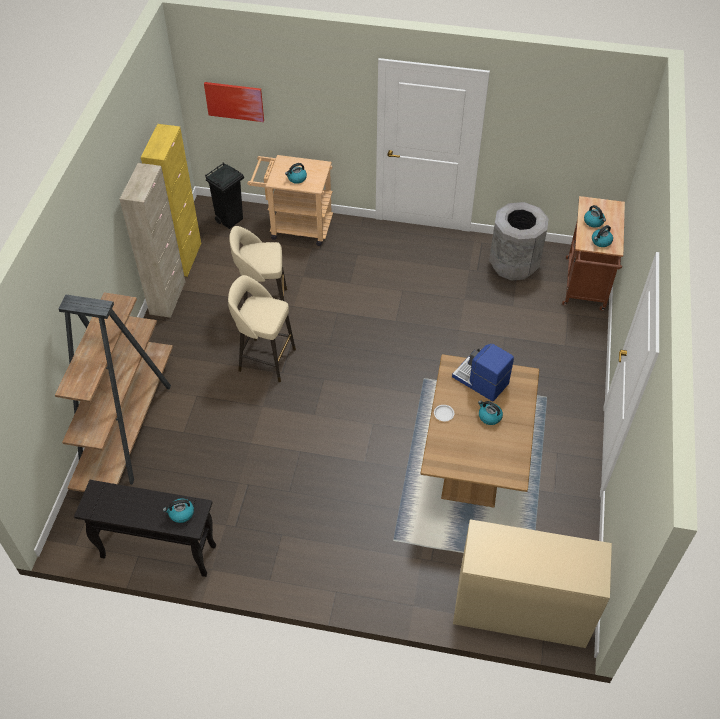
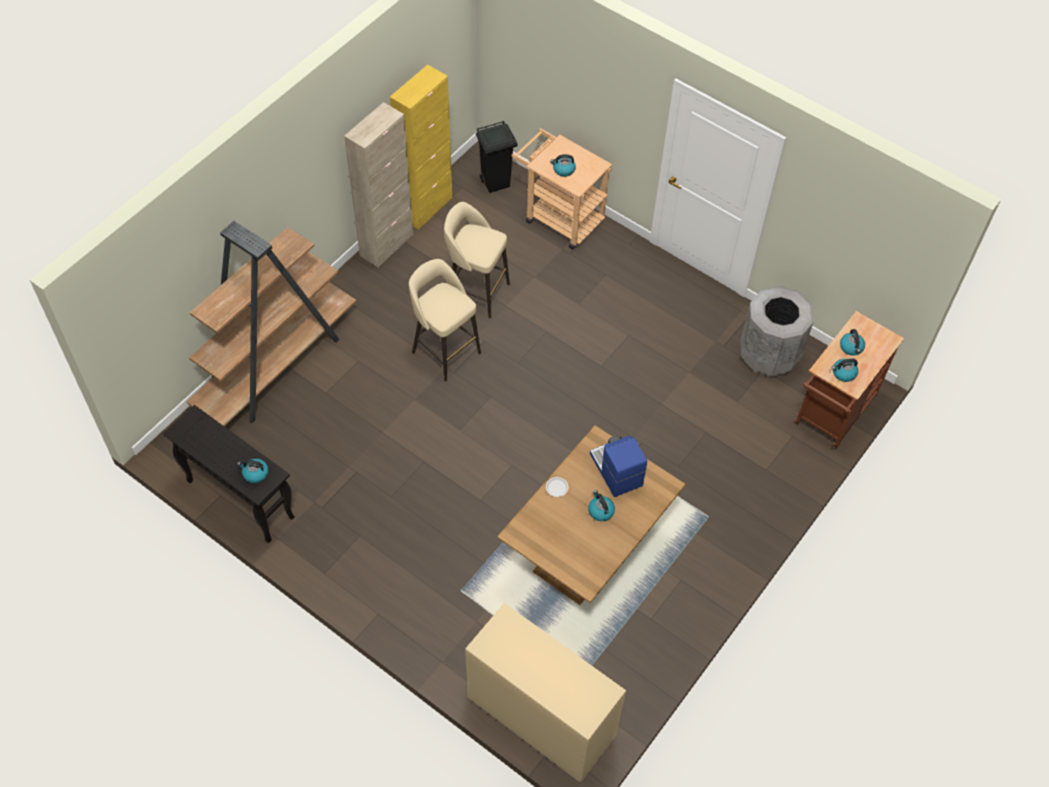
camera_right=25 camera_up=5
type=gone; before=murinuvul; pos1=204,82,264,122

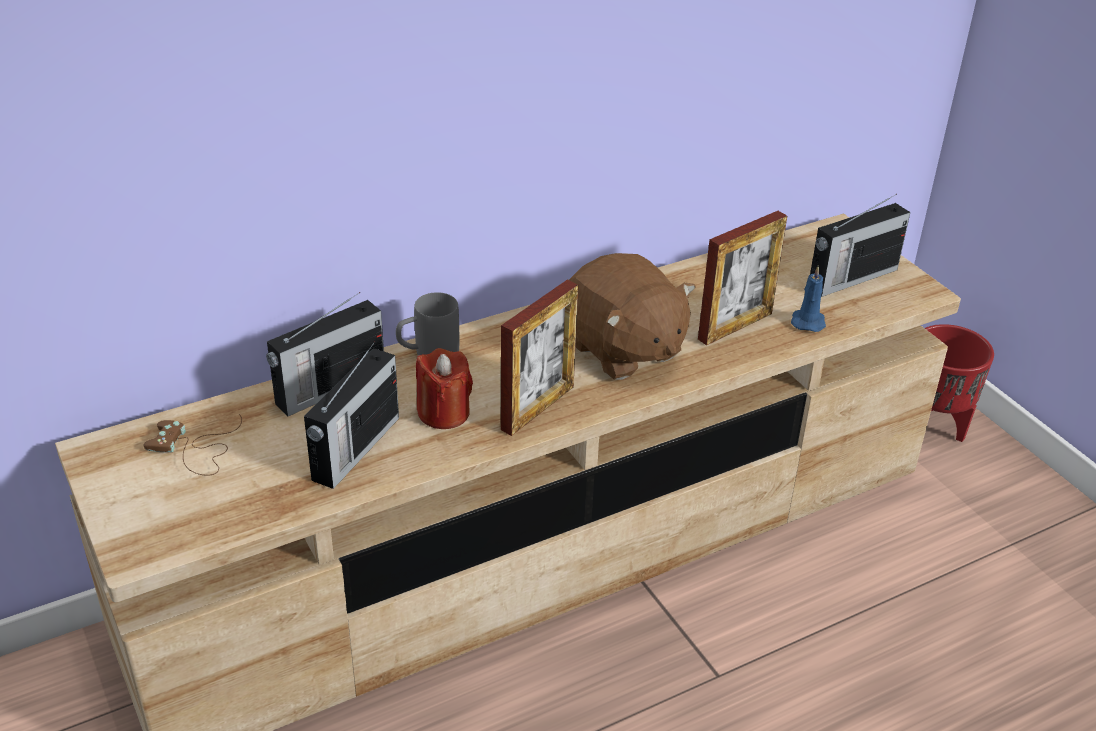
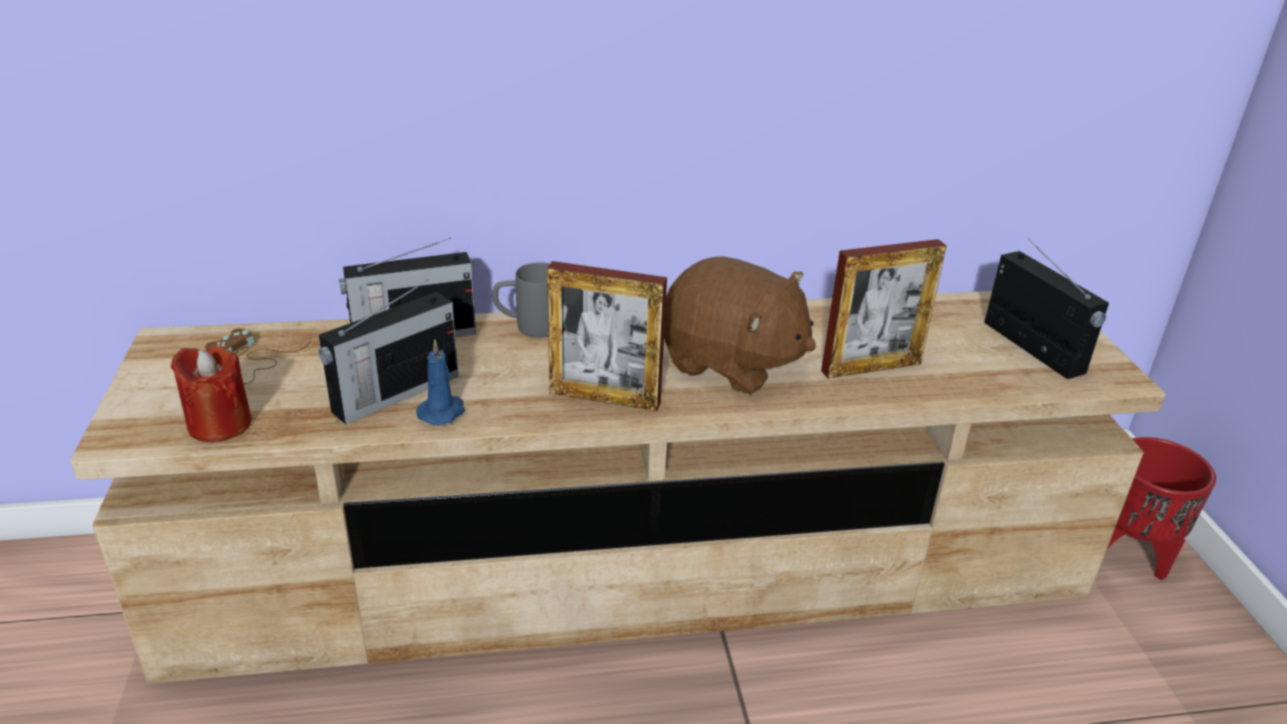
camera_right=20 camera_up=-5
type=shifted; before=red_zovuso; pos1=416,348,473,429; pos2=171,346,252,442
type=shifted; before=blue_zovuso; pos1=791,265,826,332; pos2=416,340,465,426
type=rotated; before=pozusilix; pos1=501,280,578,436; pos2=547,261,667,411; turn=45
type=rotated; before=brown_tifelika; pos1=569,253,696,380; pos2=664,256,816,394; turn=-45
type=rotated; before=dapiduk; pos1=810,194,910,297; pos2=984,238,1109,379; turn=-105

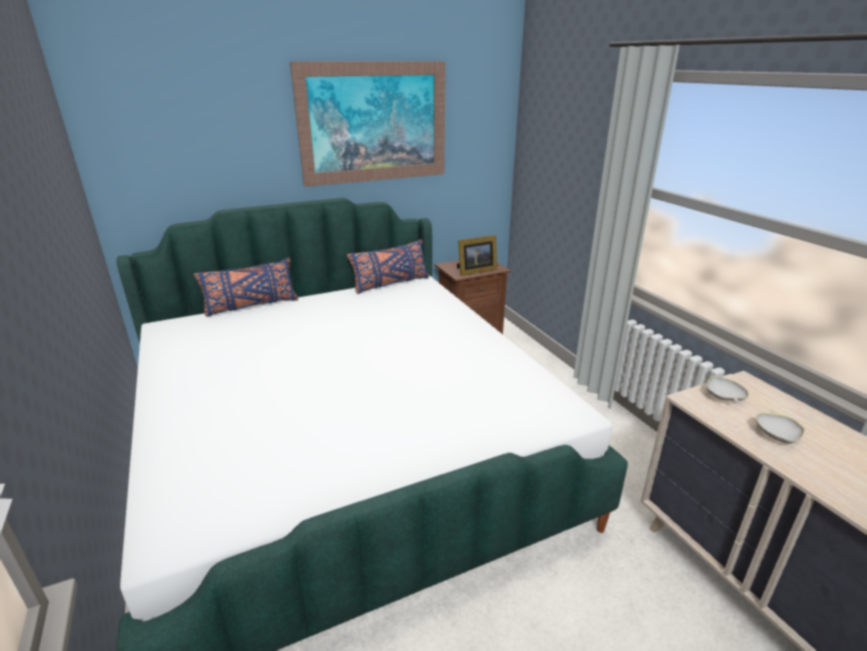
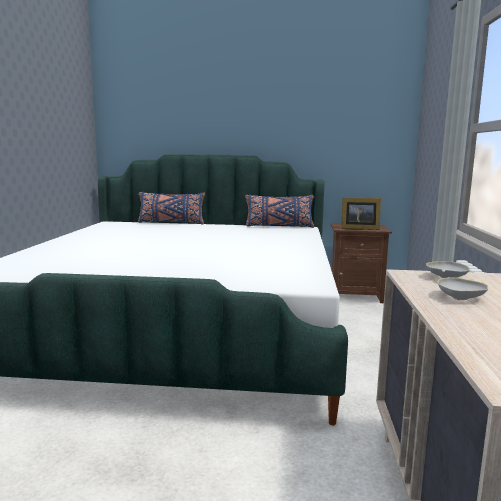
camera_right=30 camera_up=-15
type=gone; before=murinuvul; pos1=290,61,445,187

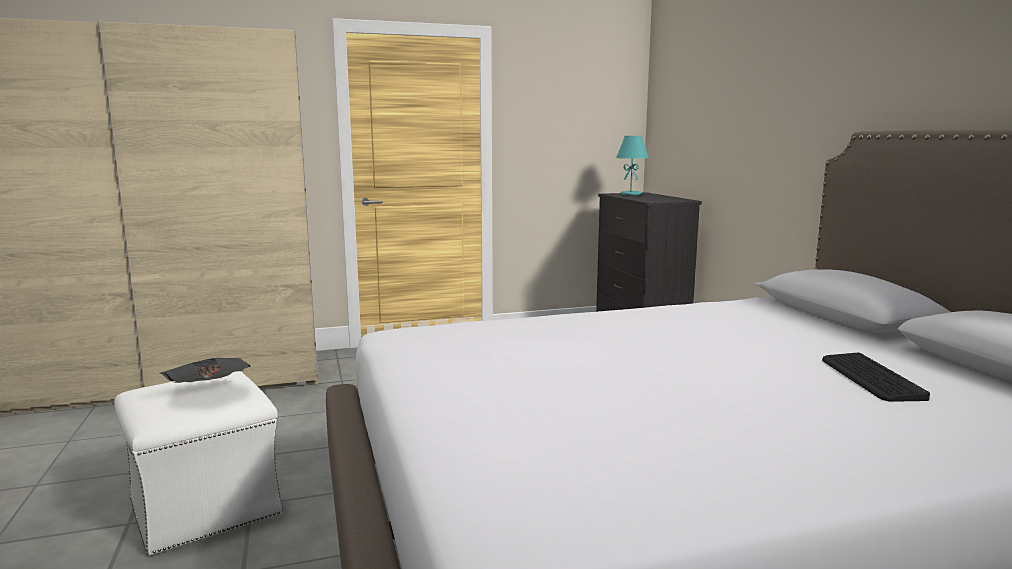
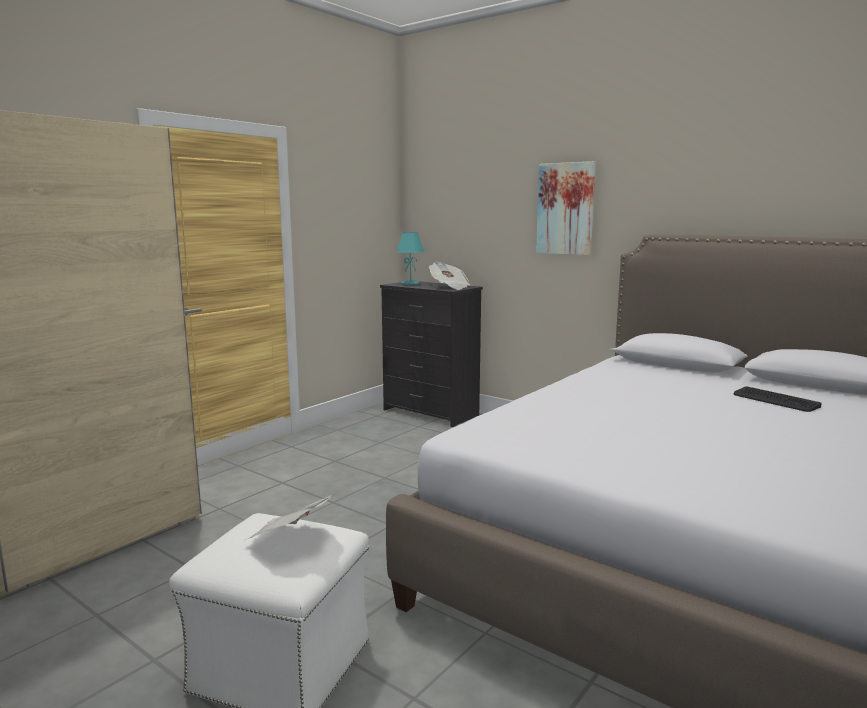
camera_right=-35 camera_up=0
type=new; after=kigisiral; pos2=429,262,471,290
type=new; after=murinuvul; pos2=536,161,596,255

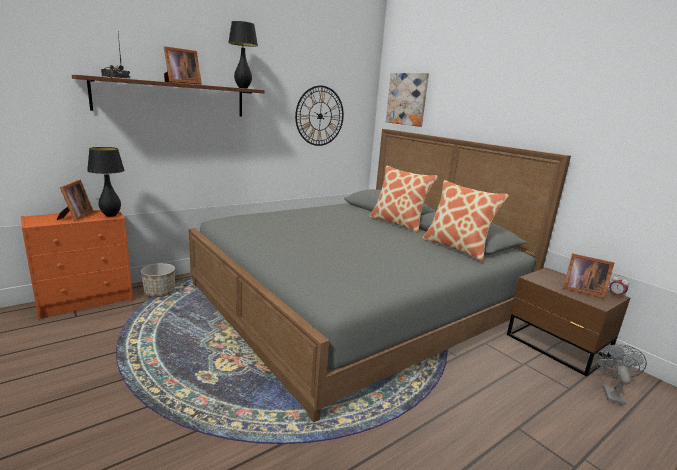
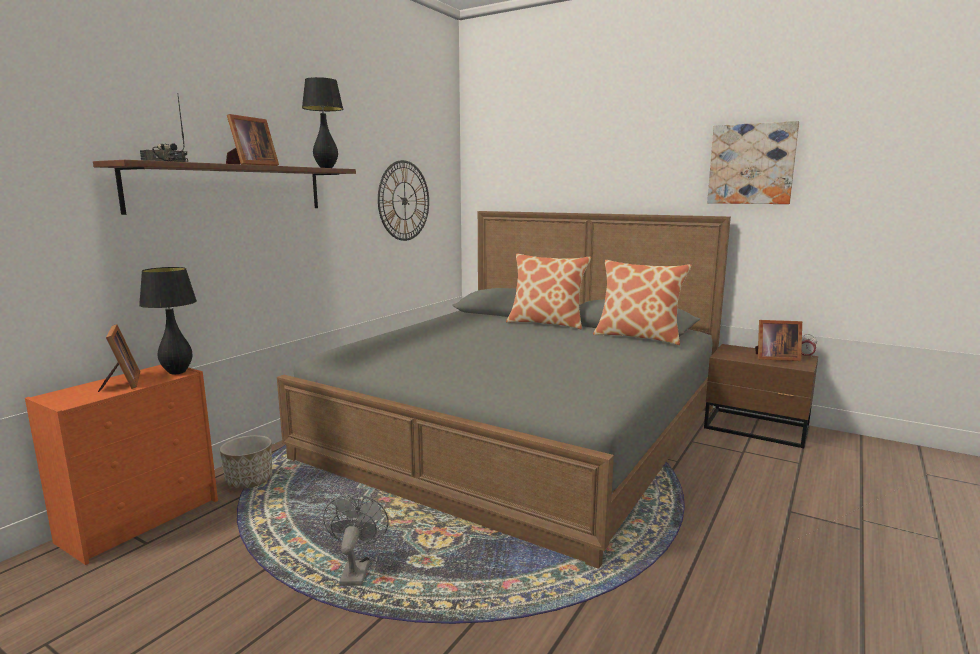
camera_right=-20 camera_up=-5
type=shifted; before=murinuvul; pos1=386,73,429,127; pos2=707,121,799,204
type=shifted; before=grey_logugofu; pos1=595,344,647,406; pos2=323,494,389,586

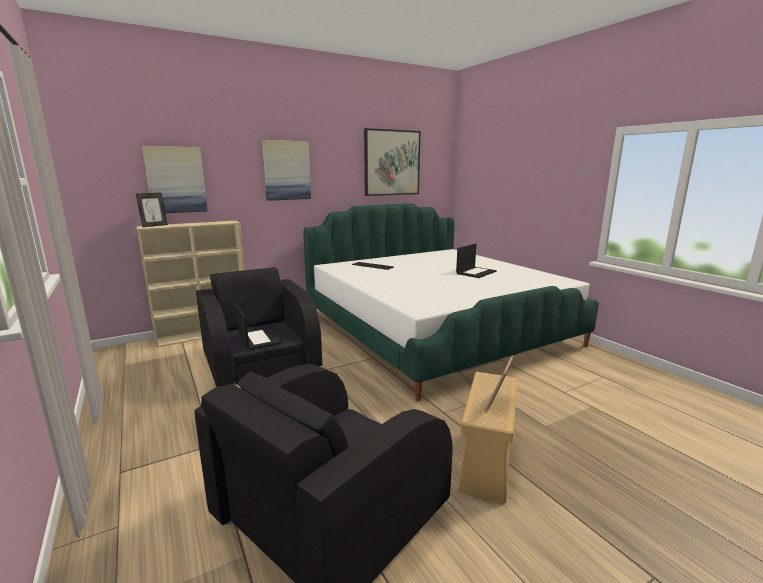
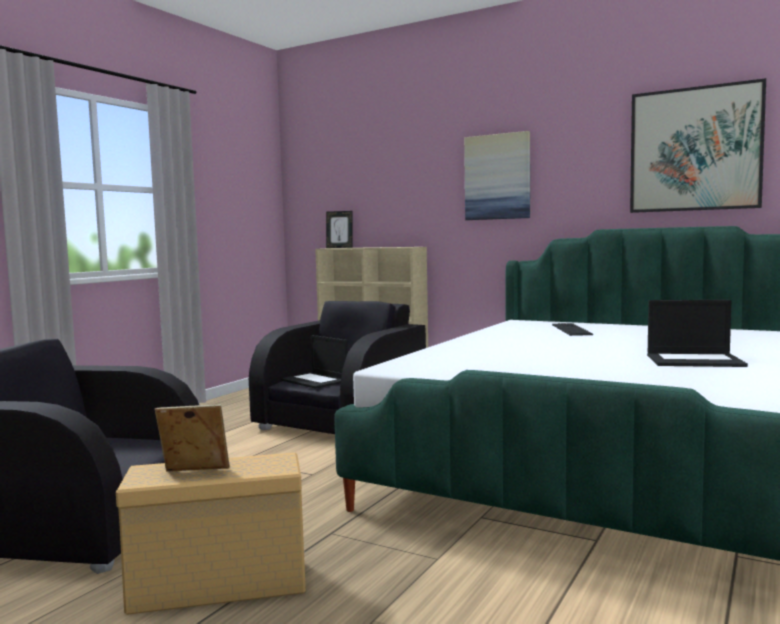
camera_right=60 camera_up=-10
type=gone; before=murinuvul; pos1=142,146,208,213
type=rotated; before=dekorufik; pos1=235,304,282,350; pos2=280,335,348,389; turn=105

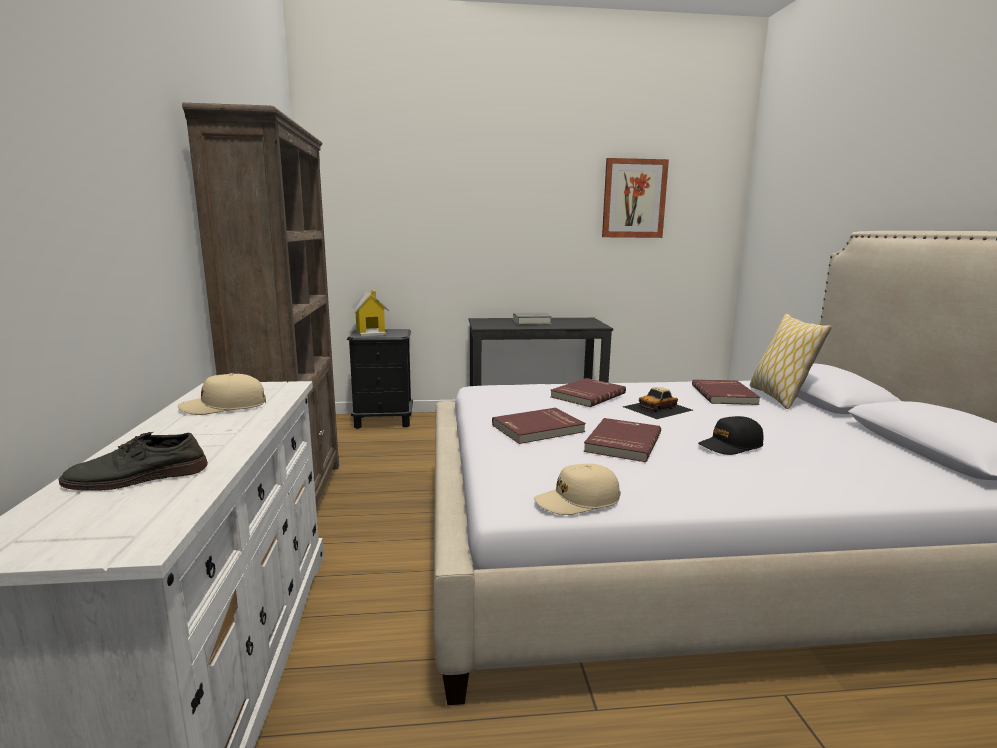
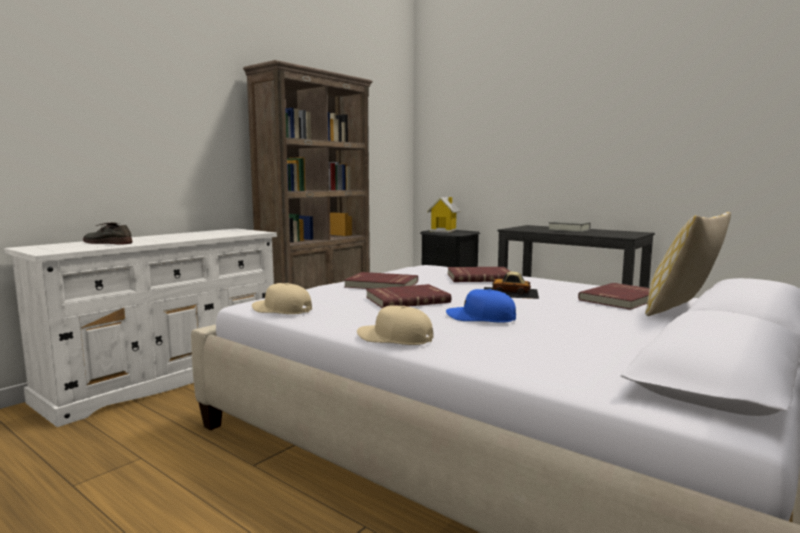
camera_right=45 camera_up=-5
type=gone; before=murinuvul; pos1=602,158,669,238
type=shifted; before=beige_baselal; pos1=178,373,266,415; pos2=357,305,434,345
type=repainted; before=black_baselal; after=blue_baselal; pos1=698,416,764,455; pos2=446,289,516,323

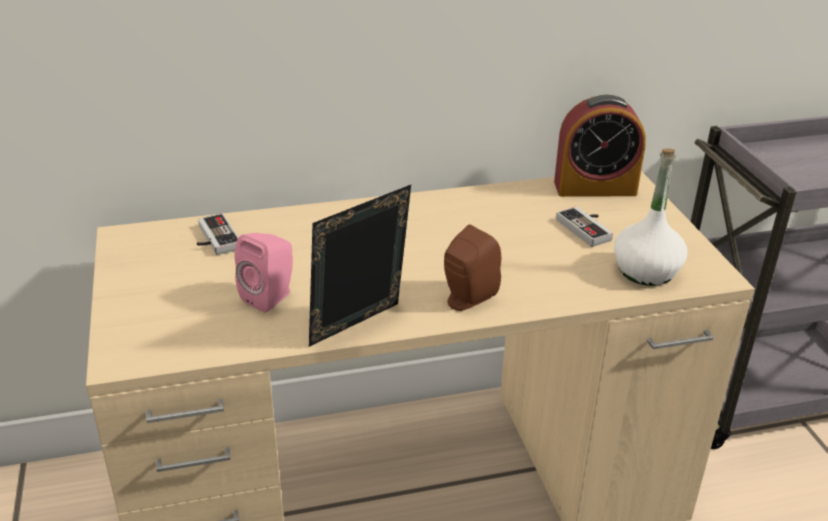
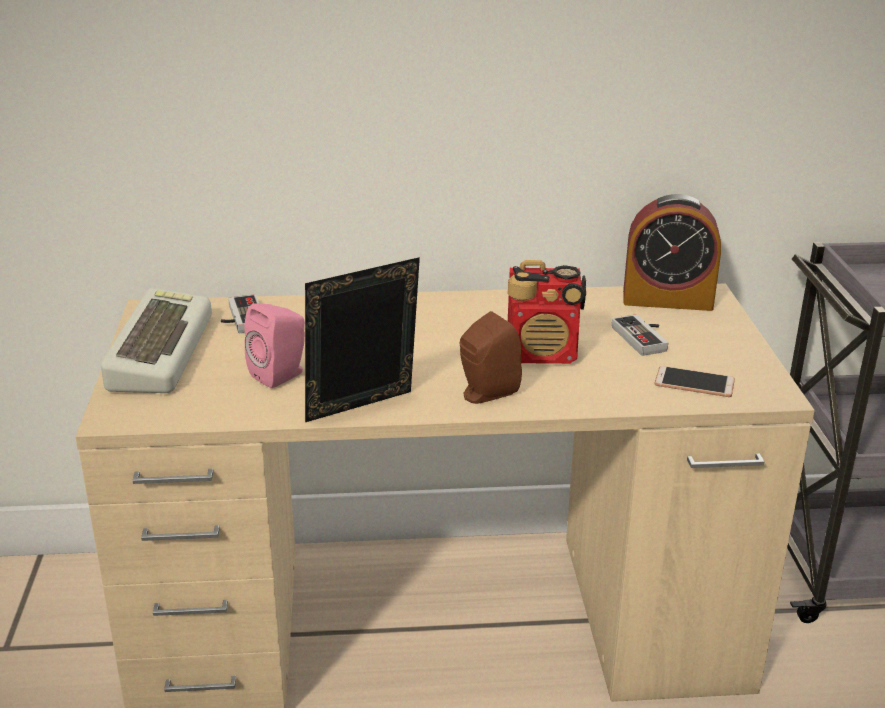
camera_right=10 camera_up=-5
type=new; after=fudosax; pos2=101,288,212,393
type=new; after=dapiduk; pos2=508,260,586,364
type=swapped; before=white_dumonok; after=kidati; pos1=614,148,687,286; pos2=654,366,735,397

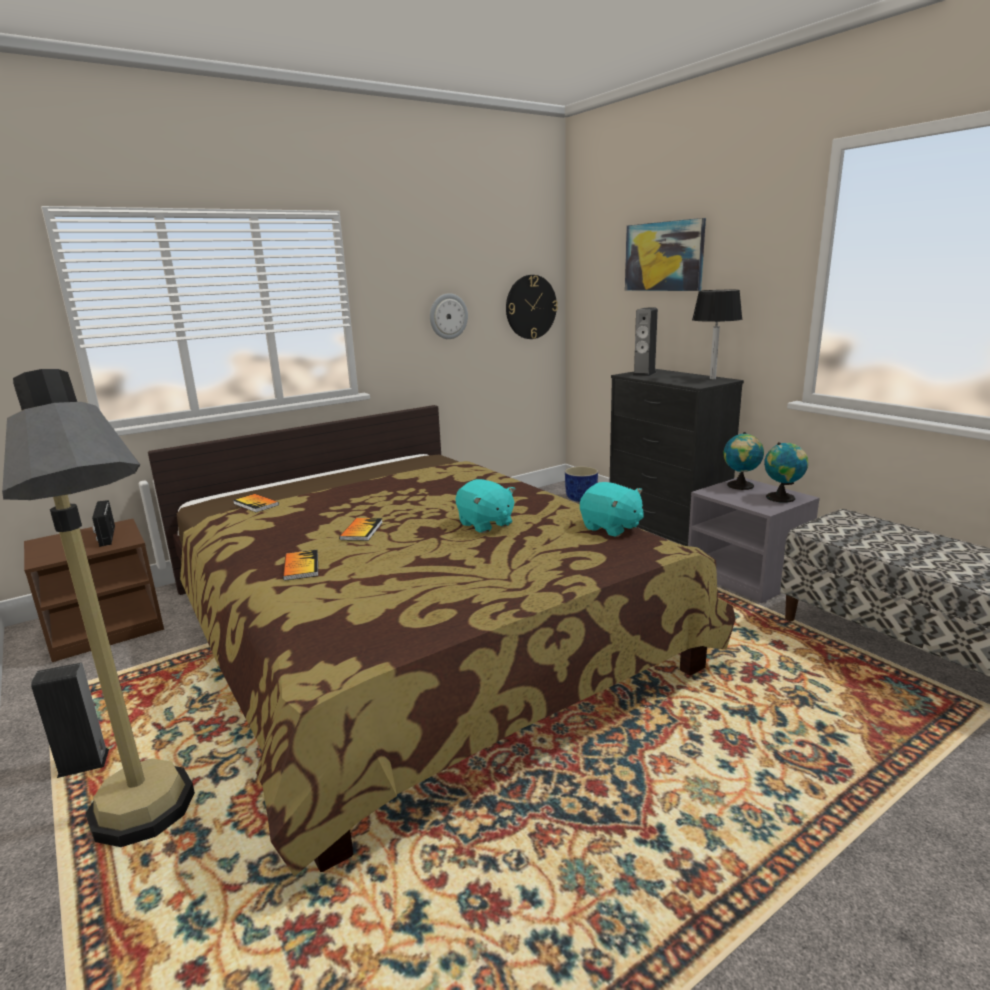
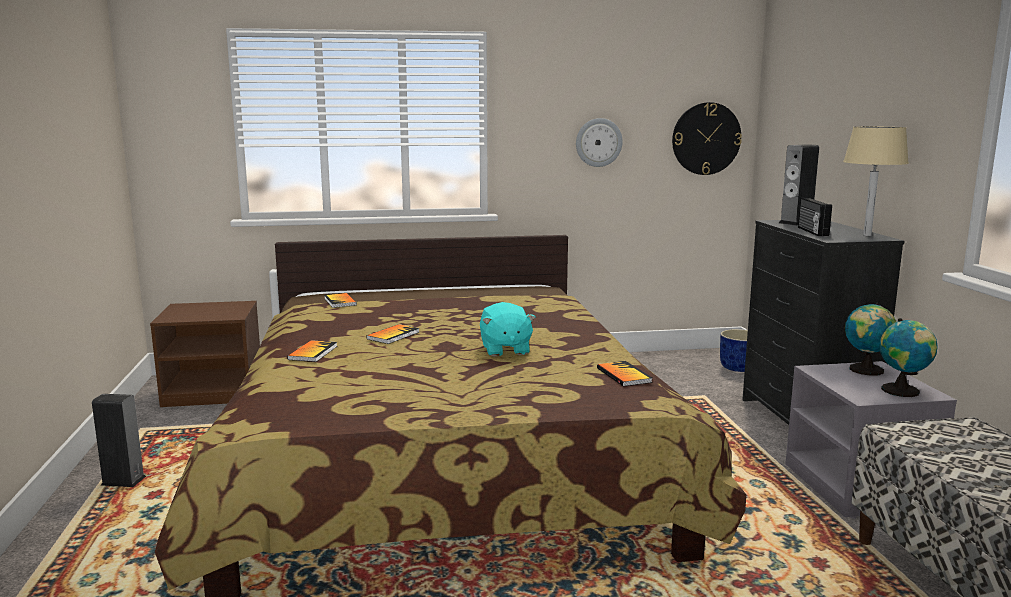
camera_right=25 camera_up=-5
type=gone; before=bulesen; pos1=2,369,195,847
type=gone; before=murinuvul; pos1=625,218,706,291
type=shifted; before=dapiduk; pos1=92,500,115,547; pos2=798,198,832,236
type=swapped; before=turquoise_tifelika; after=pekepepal; pos1=580,482,644,537; pos2=597,361,652,387
type=repainted; before=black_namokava; after=beige_namokava; pos1=692,290,742,379; pos2=843,127,909,236

